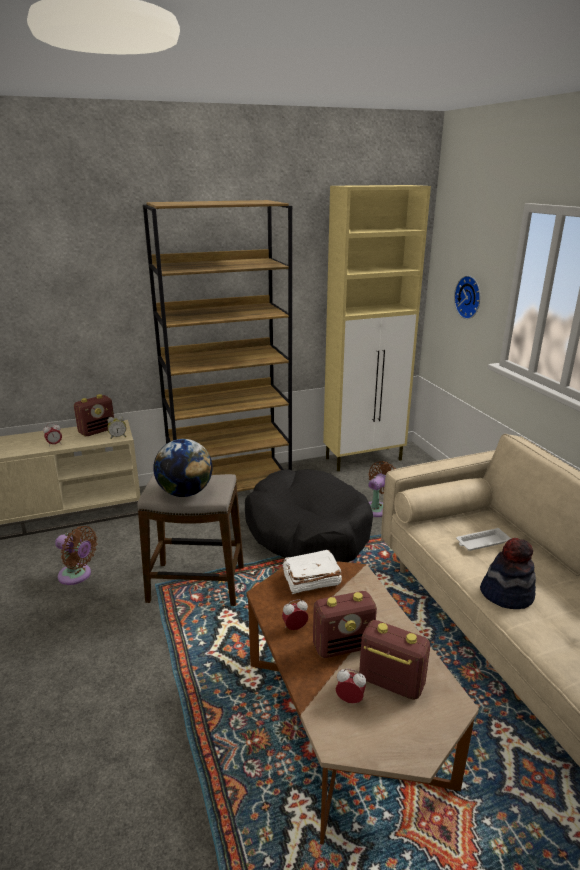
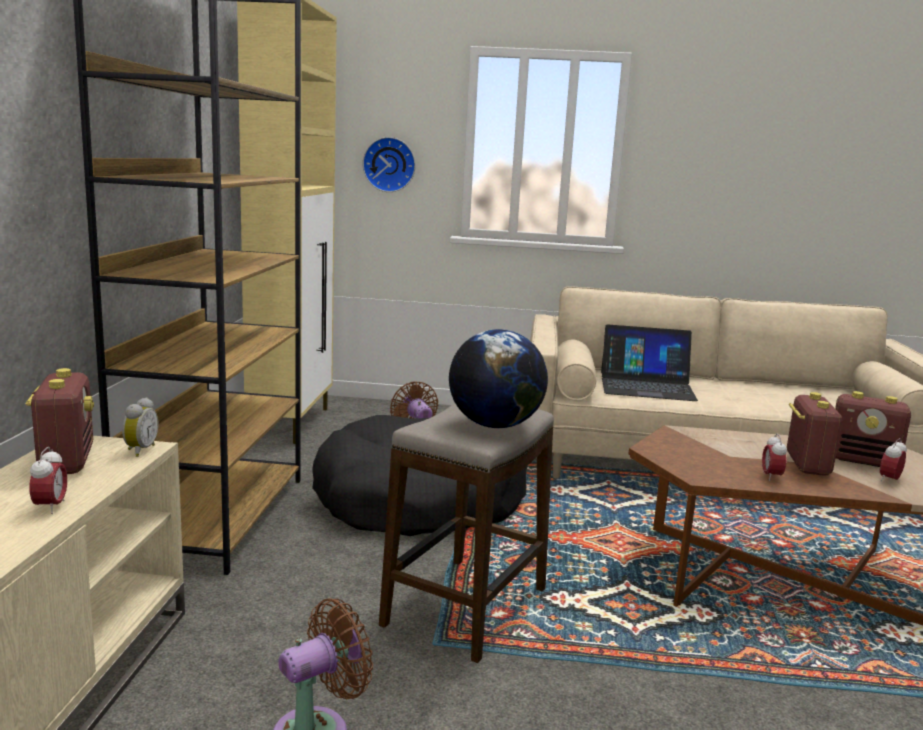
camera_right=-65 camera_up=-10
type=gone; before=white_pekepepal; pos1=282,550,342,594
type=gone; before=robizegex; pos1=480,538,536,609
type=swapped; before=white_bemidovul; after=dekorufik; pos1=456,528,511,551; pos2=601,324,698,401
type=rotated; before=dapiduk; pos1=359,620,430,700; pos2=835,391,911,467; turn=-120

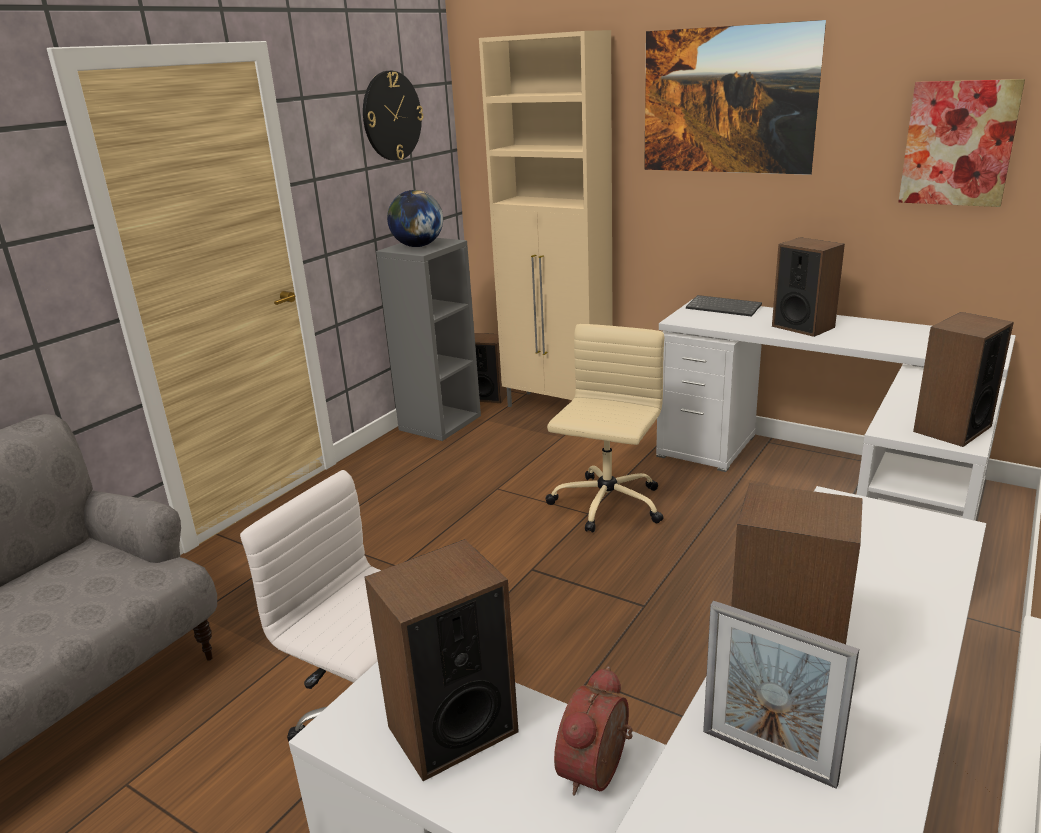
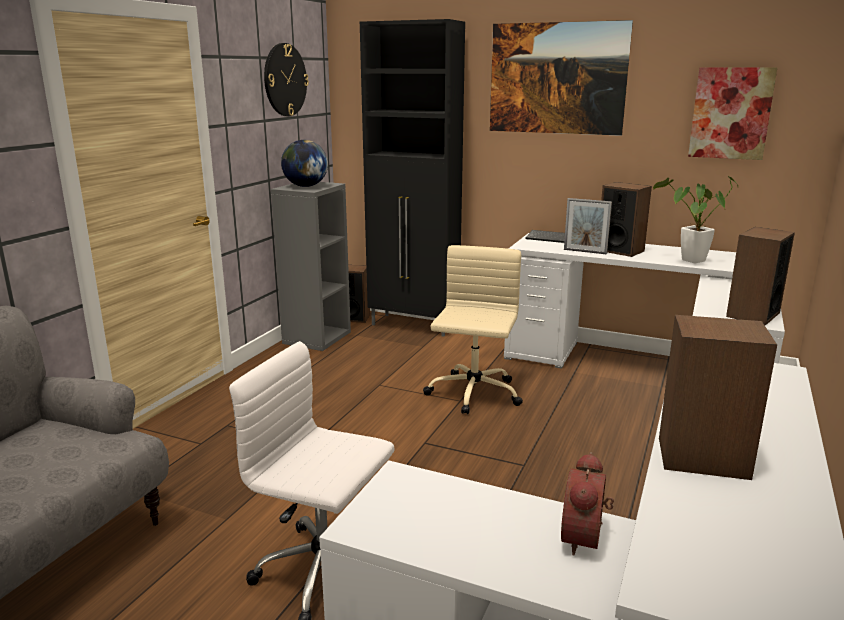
camera_right=-10 camera_up=-5
type=gone; before=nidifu; pos1=364,539,519,781
type=new; after=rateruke; pos2=653,176,738,263
type=shifted; before=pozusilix; pos1=703,601,859,789; pos2=564,198,612,255
type=repainted; before=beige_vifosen; after=black_vifosen; pos1=479,30,613,407; pos2=360,19,465,337

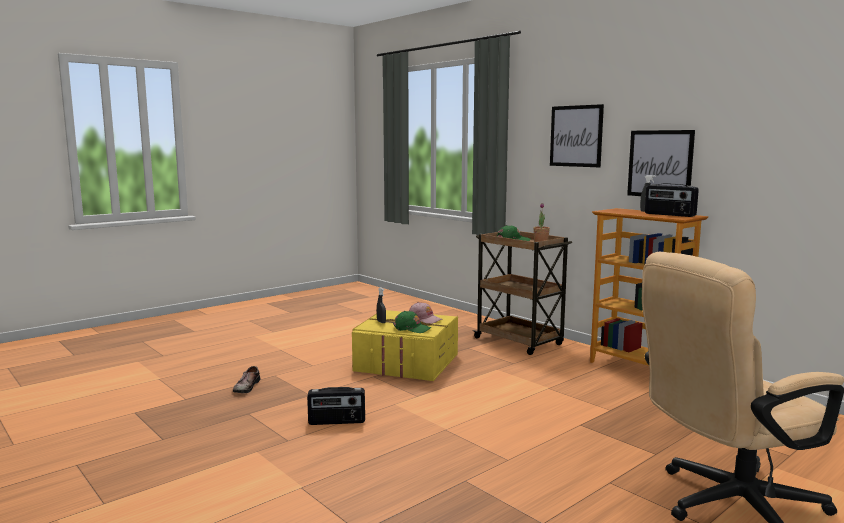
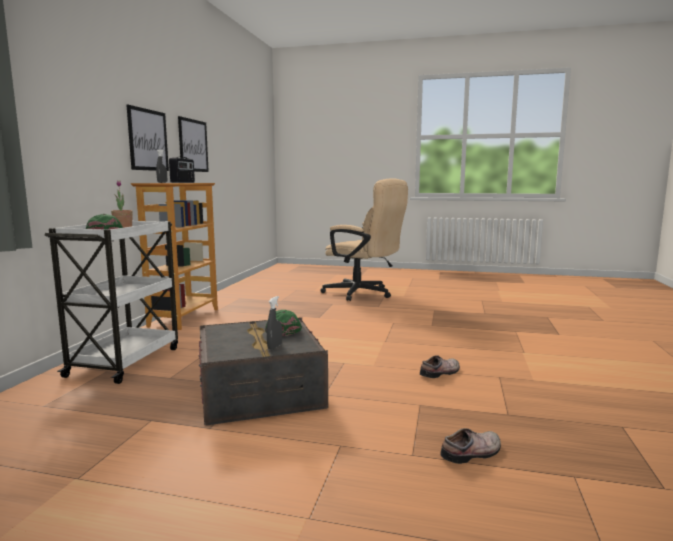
camera_right=-125 camera_up=0
type=gone; before=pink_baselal; pos1=409,302,443,324
type=shifted; before=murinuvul; pos1=550,104,604,167; pos2=178,116,209,172
type=swapped; before=dapiduk; after=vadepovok; pos1=307,387,365,425; pos2=420,355,460,378
type=repainted; before=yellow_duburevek; after=grey_duburevek; pos1=352,310,458,381; pos2=199,317,328,426
type=repainted; before=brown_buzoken; after=white_buzoken; pos1=473,231,572,355; pos2=45,221,178,384

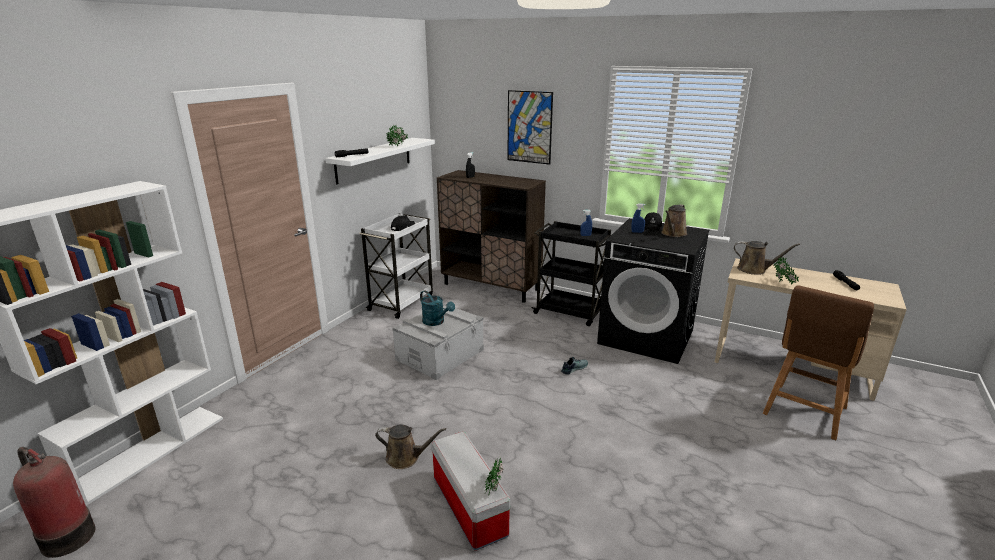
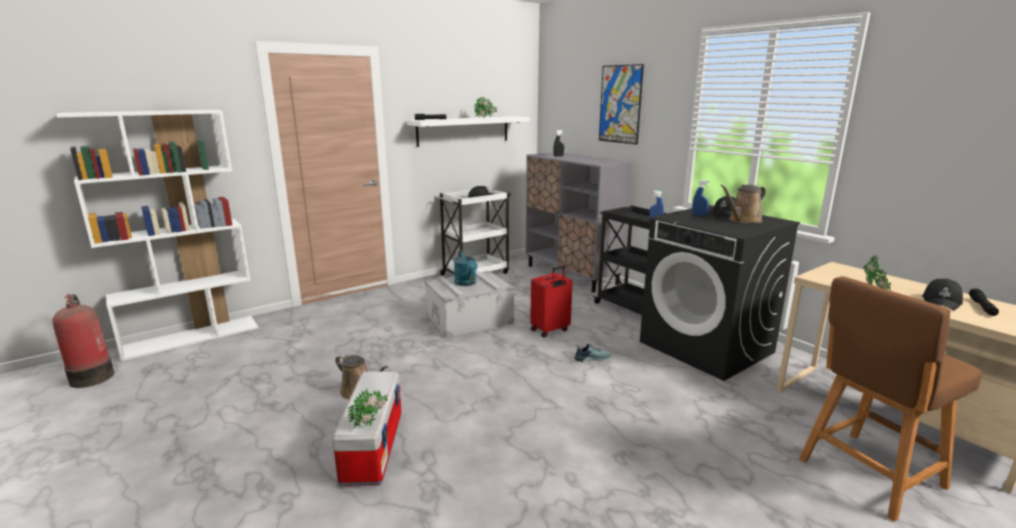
camera_right=25 camera_up=-5
type=gone; before=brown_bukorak; pos1=734,241,800,275
type=new; after=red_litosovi; pos2=530,266,573,338
type=new; after=black_baselal; pos2=922,278,963,311
type=repainted; before=brown_vifosen; after=grey_vifosen; pos1=437,170,546,303; pos2=525,152,632,293

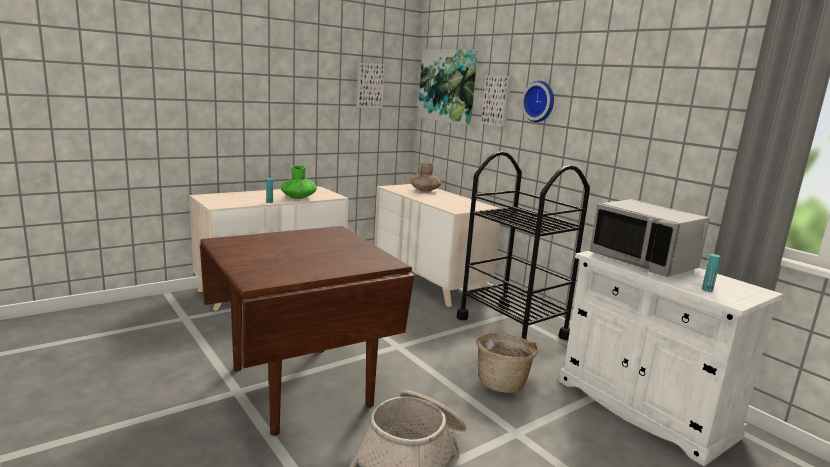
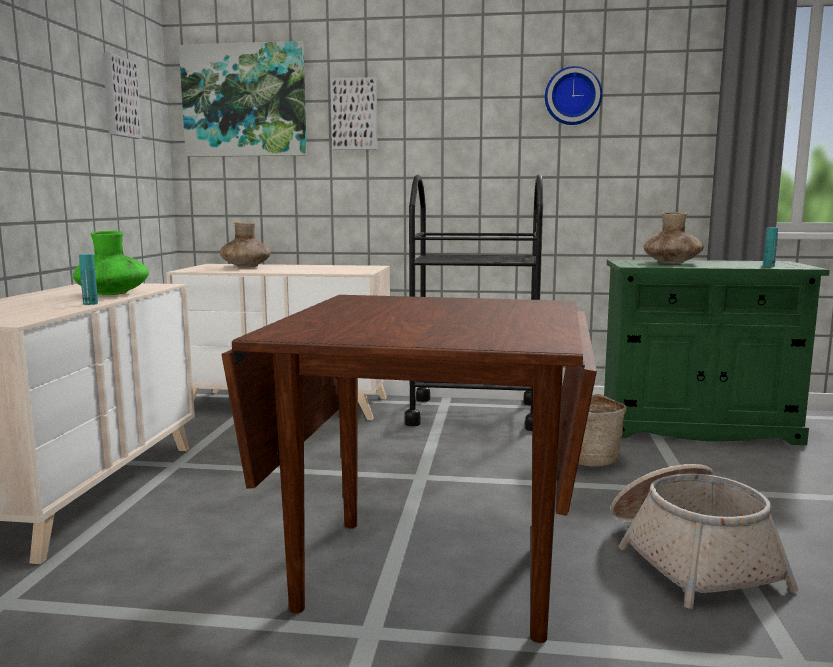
camera_right=-45 camera_up=-5
type=shifted; before=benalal; pos1=521,80,554,122; pos2=545,66,602,125
type=swapped; before=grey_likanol; after=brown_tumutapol; pos1=590,199,710,277; pos2=643,212,704,264
type=repainted; before=white_vifosen; after=green_vifosen; pos1=559,250,783,466; pos2=604,260,830,445

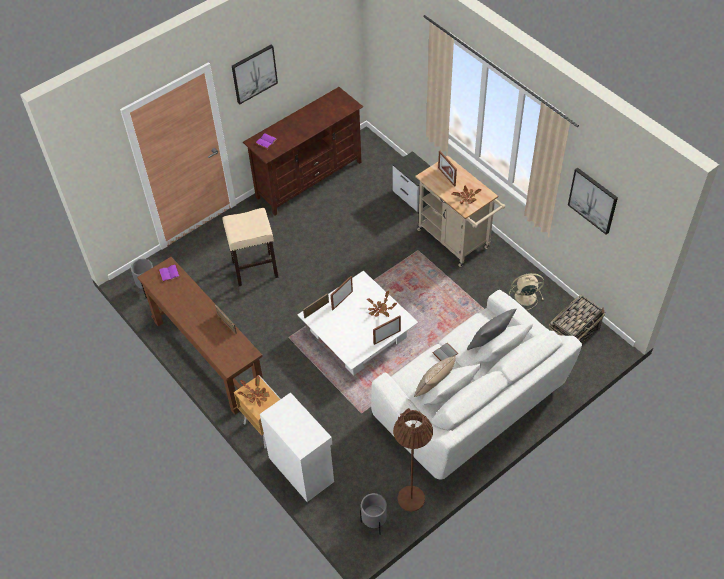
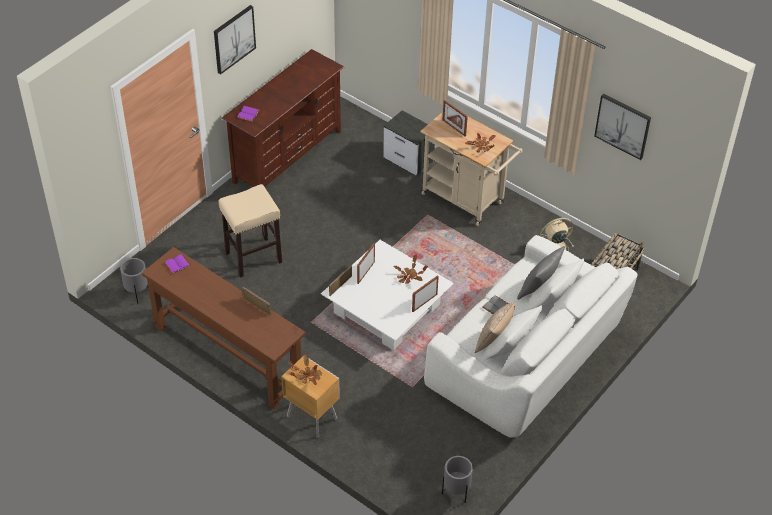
camera_right=-15 camera_up=-5
type=gone; before=white_vifosen; pos1=260,392,334,502
type=gone; before=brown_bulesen; pos1=393,408,433,512

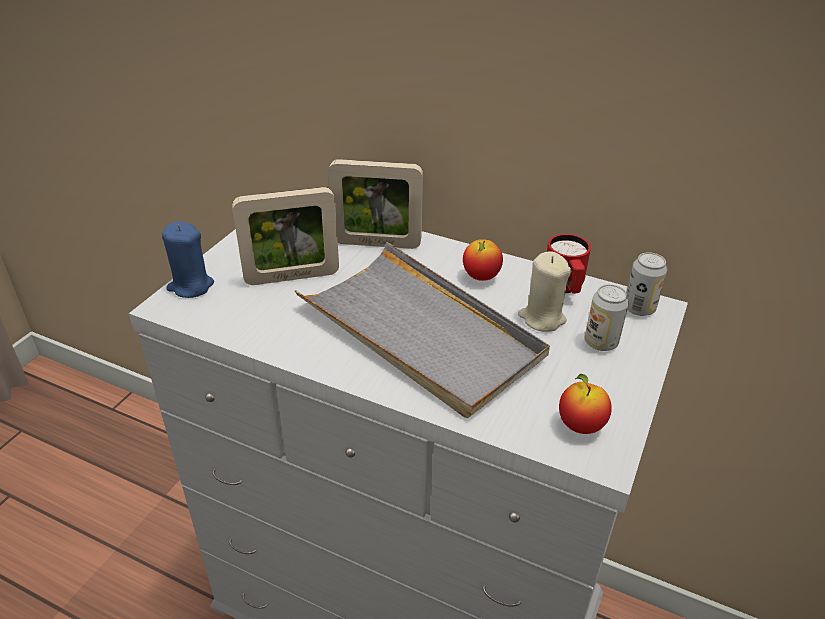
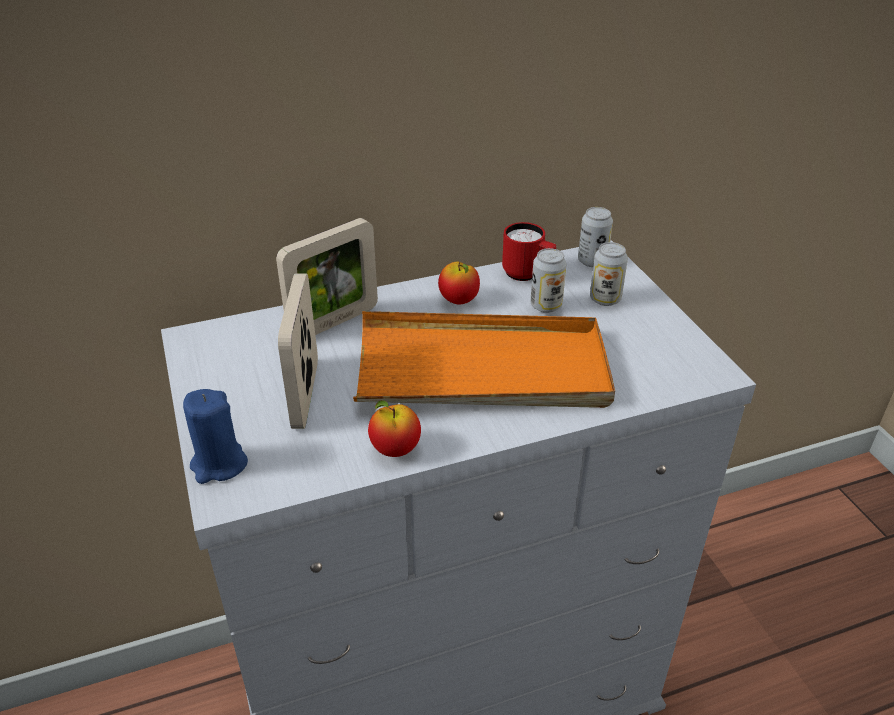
camera_right=-45 camera_up=0
type=shifted; before=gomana; pos1=559,374,612,434; pos2=368,400,421,457
type=swapped; before=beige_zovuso; after=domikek; pos1=518,251,571,332; pos2=531,248,567,313
type=repainted; before=grey_bemidovul; after=orange_bemidovul; pos1=295,242,550,418; pos2=353,311,615,408
type=rotated; before=pozusilix; pos1=232,187,339,285; pos2=278,274,318,429; turn=150

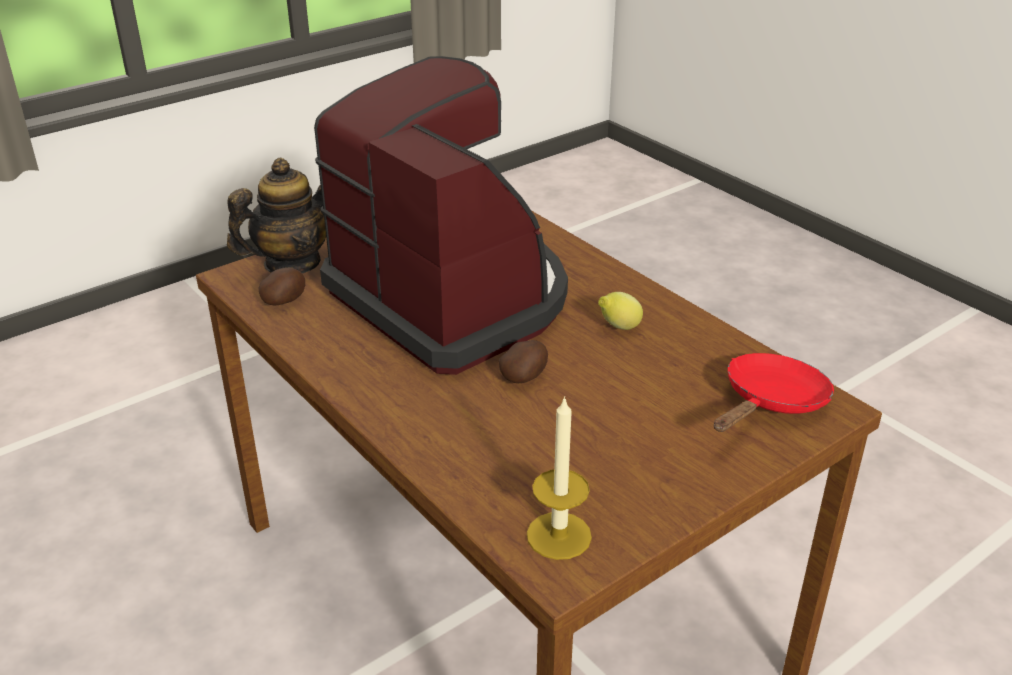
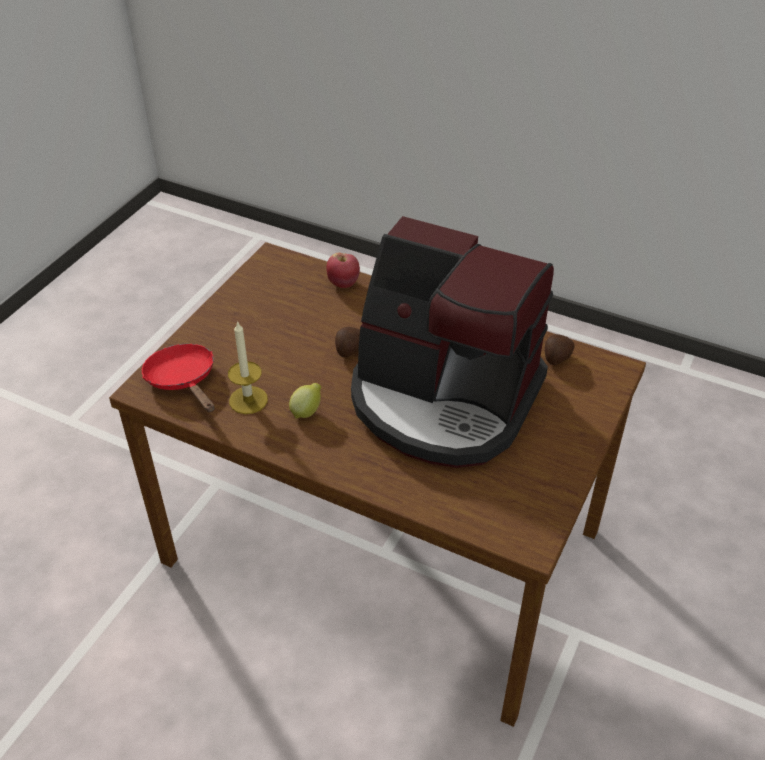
camera_right=155 camera_up=10
type=gone; before=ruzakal; pos1=227,158,326,273
type=new; after=gomana; pos2=326,253,360,288
type=shifted; before=zovuso; pos1=527,396,592,560; pos2=228,321,268,414
type=rotated; before=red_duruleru; pos1=714,353,834,432; pos2=142,344,215,413; turn=135

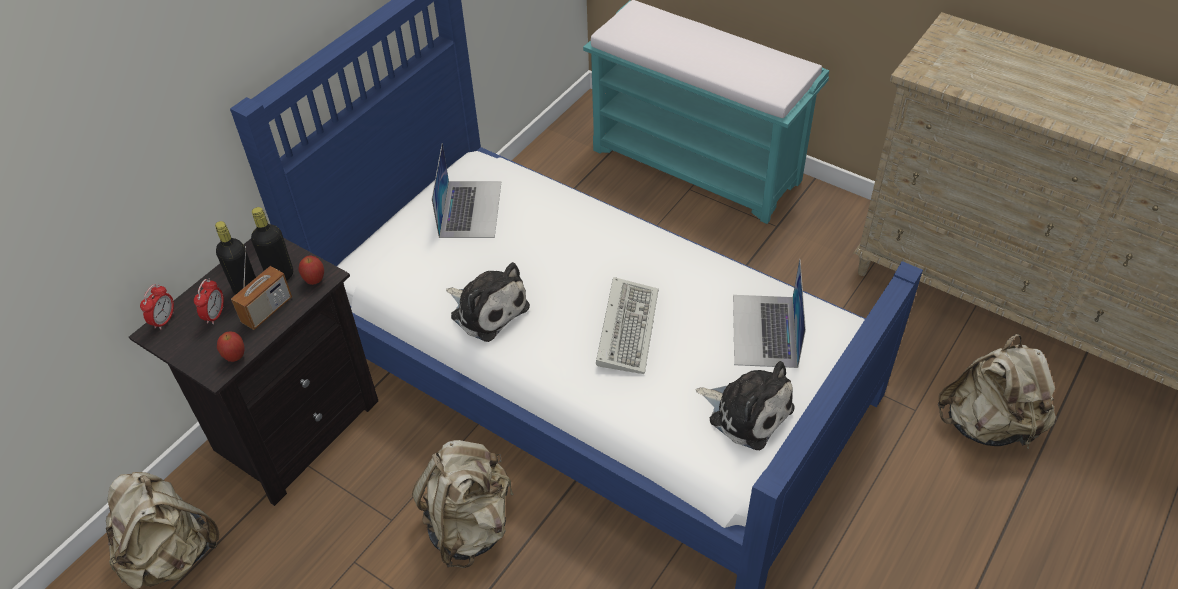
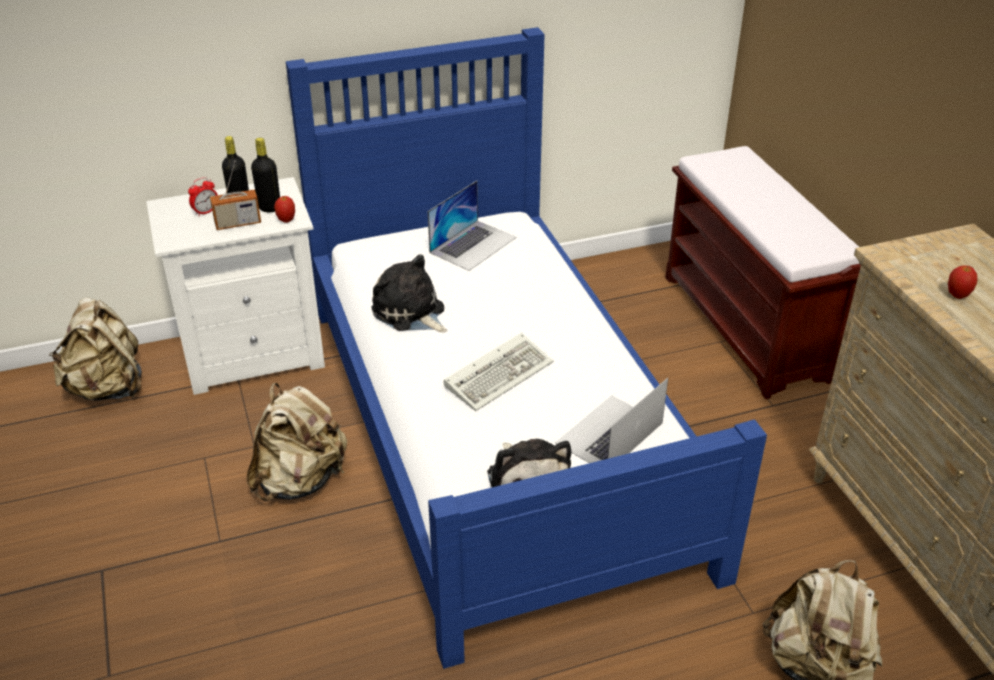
camera_right=35 camera_up=-10
type=gone; before=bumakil; pos1=140,284,174,330
type=shifted; before=gomana; pos1=217,331,244,362; pos2=948,265,977,299
type=repainted; before=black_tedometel; after=white_tedometel; pos1=129,238,378,506; pos2=146,177,325,395
type=repainted; before=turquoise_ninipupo; after=brown_ninipupo; pos1=583,0,829,224; pos2=665,146,861,399
type=rotated; before=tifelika; pos1=446,262,530,342; pos2=371,254,447,332; turn=150

